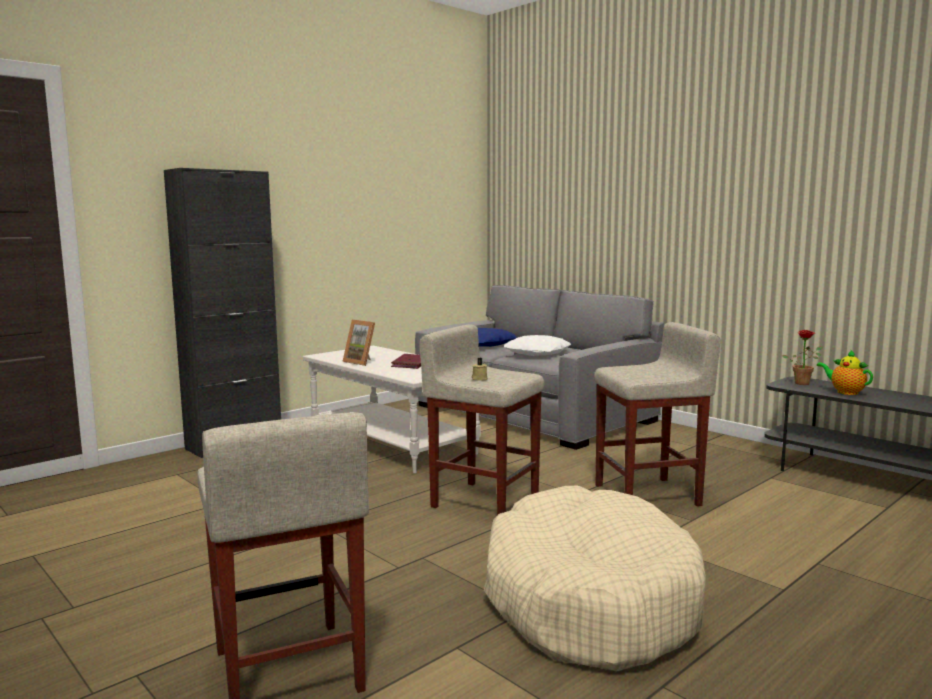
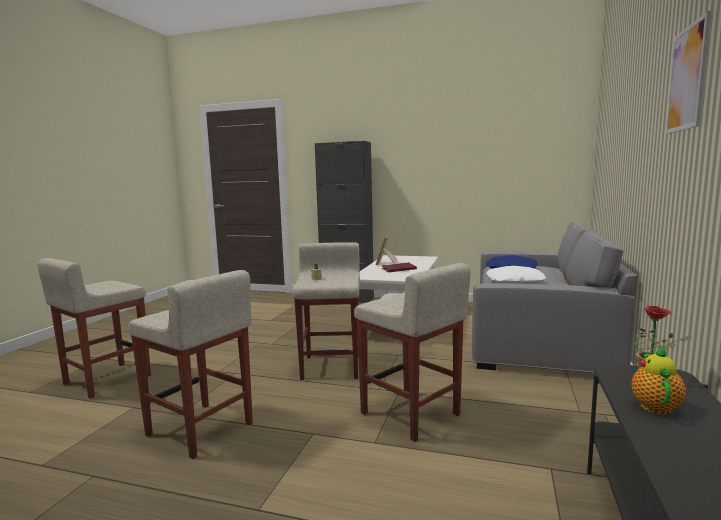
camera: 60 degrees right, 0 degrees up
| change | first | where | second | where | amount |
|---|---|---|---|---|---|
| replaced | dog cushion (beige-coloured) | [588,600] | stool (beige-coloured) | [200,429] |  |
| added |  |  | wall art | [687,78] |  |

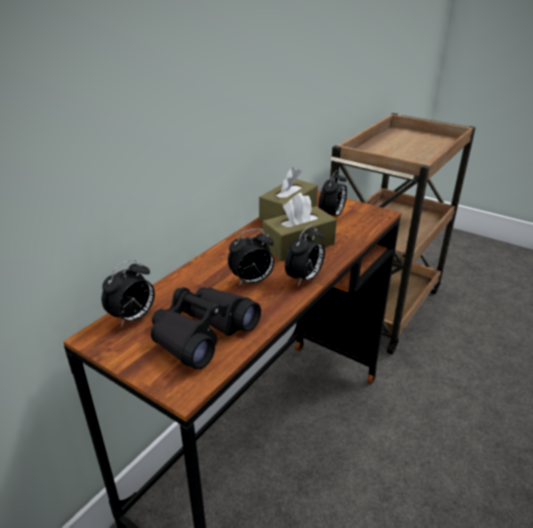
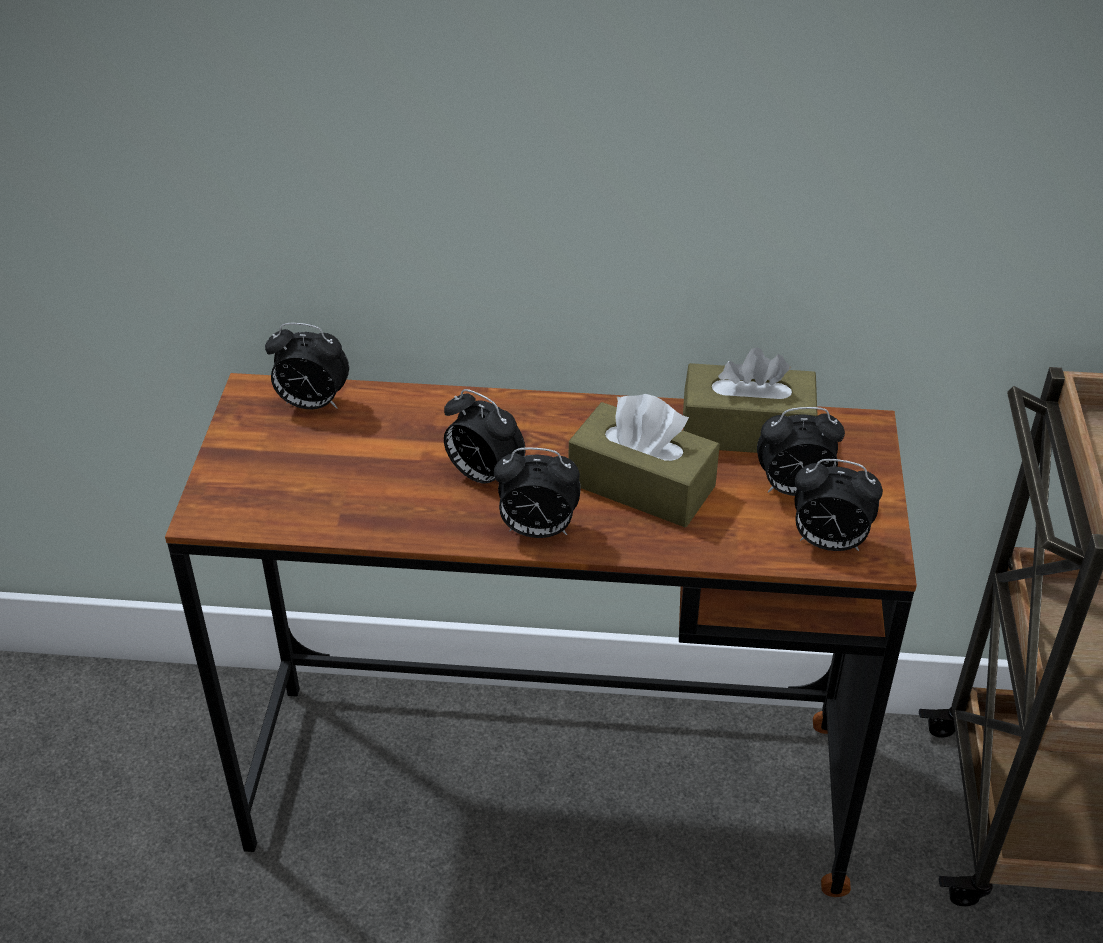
camera: 60 degrees right, 10 degrees up
| change | first | where | second | where | amount |
|---|---|---|---|---|---|
| added |  |  | alarm clock | [828,543] |  |
| removed | field glasses (black) | [202,333] |  |  |  |

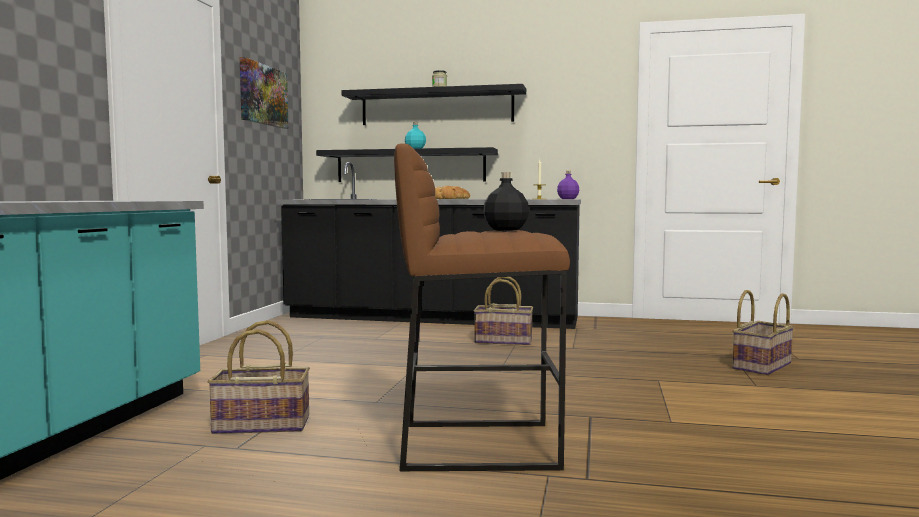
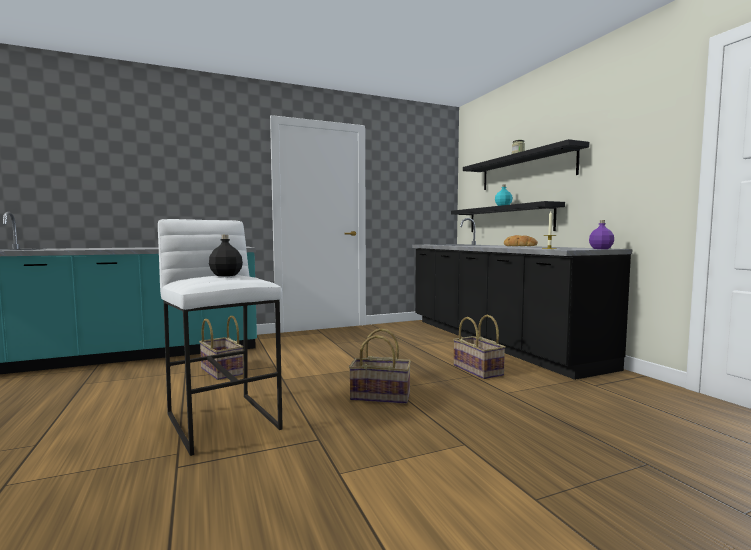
camera: 55 degrees right, 0 degrees up
| change | first | where | second | where | amount |
|---|---|---|---|---|---|
| recoloured | stool (brown) | [479,445] | stool (white-coloured) | [224,421] |  |
| moved | basket | [761,366] |  | [381,396] |  |
| removed | wall art | [263,95] |  |  |  |

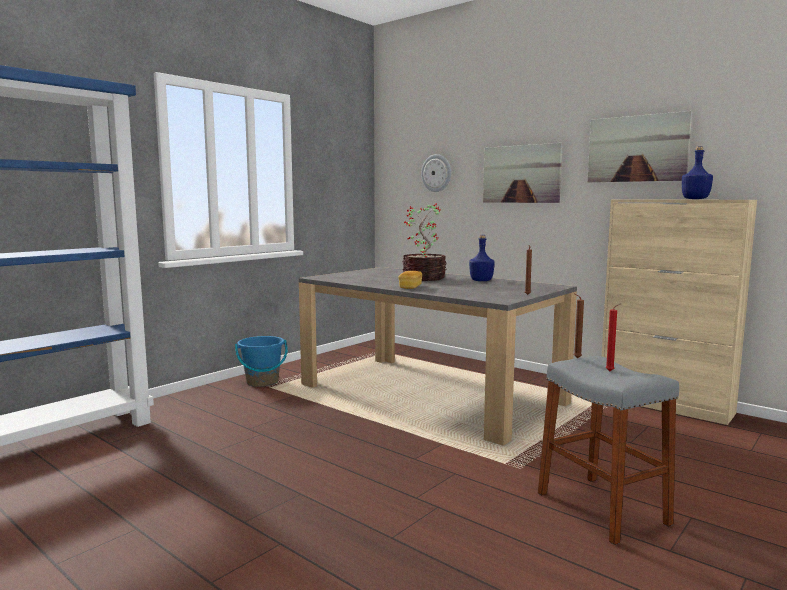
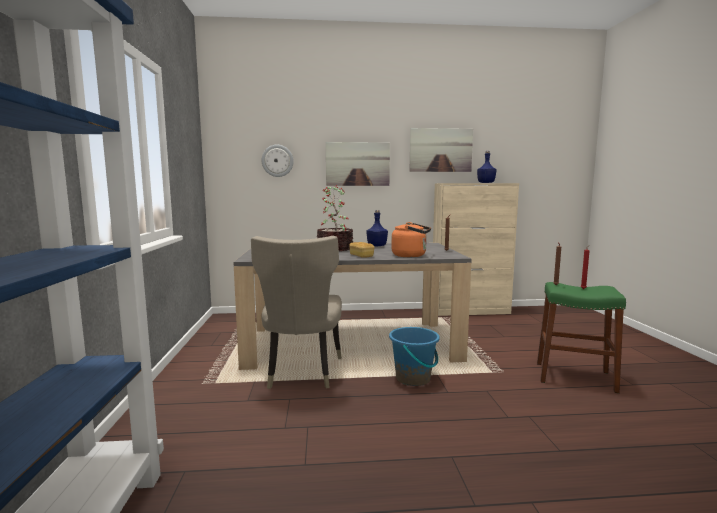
camera: 45 degrees left, 0 degrees up
| change | first | where | second | where | amount |
|---|---|---|---|---|---|
| added |  |  | chair (beige-coloured) | [301,373] |  |
| moved | pail (bluish) | [262,382] |  | [413,378] |  |
| added |  |  | water kettle (orange) | [411,255] |  |
| recoloured | stool (gray) | [602,508] | stool (green-coloured) | [574,377] |  |

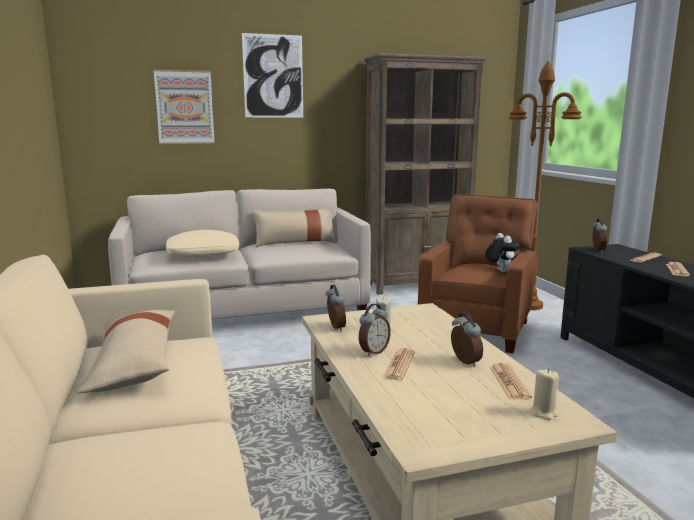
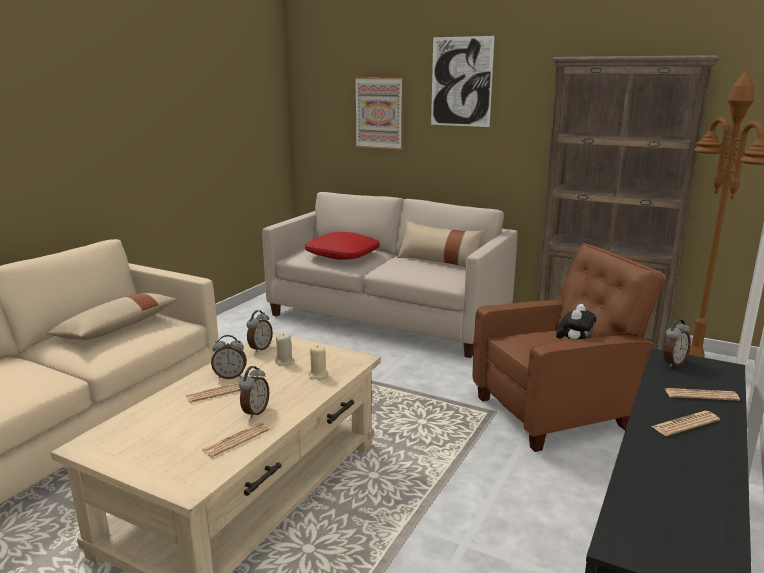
camera: 45 degrees right, 5 degrees up
| change | first | where | second | where | amount |
|---|---|---|---|---|---|
| recoloured | cushion (beige-coloured) | [203,253] | cushion (red) | [343,255] |  |
| moved | wax candle (beige-coloured) | [544,412] |  | [318,375] |  |

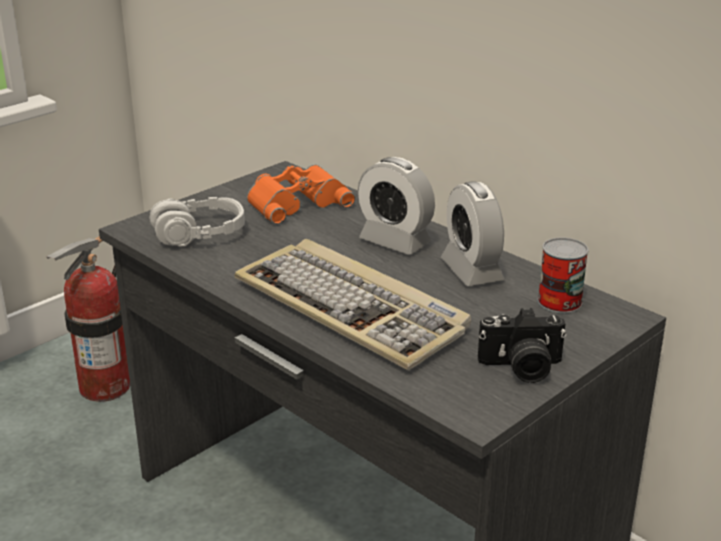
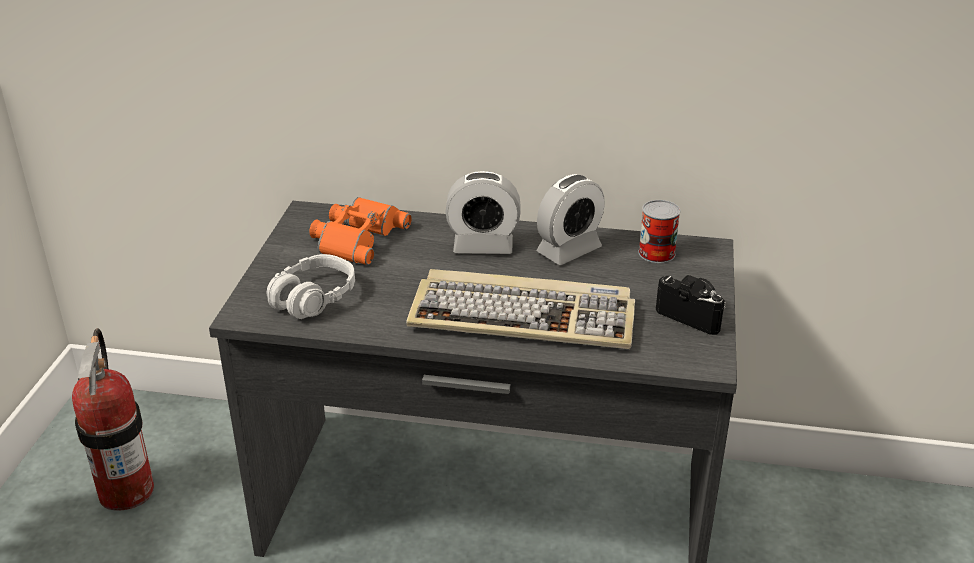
camera: 35 degrees left, 5 degrees up
| change | first | where | second | where | amount |
|---|---|---|---|---|---|
| turned | alarm clock | [471,270] |  | [569,250] | 75 degrees counterclockwise |
| turned | still camera | [521,368] |  | [693,315] | 105 degrees counterclockwise |

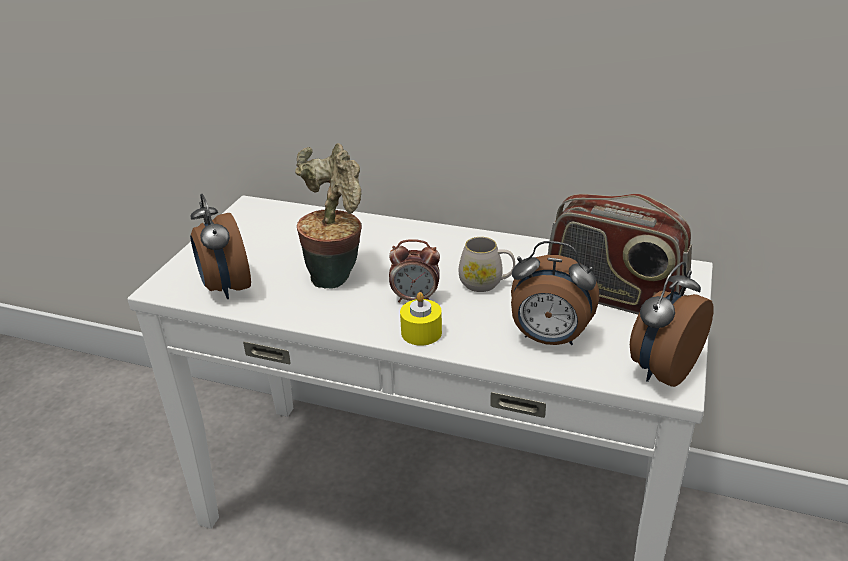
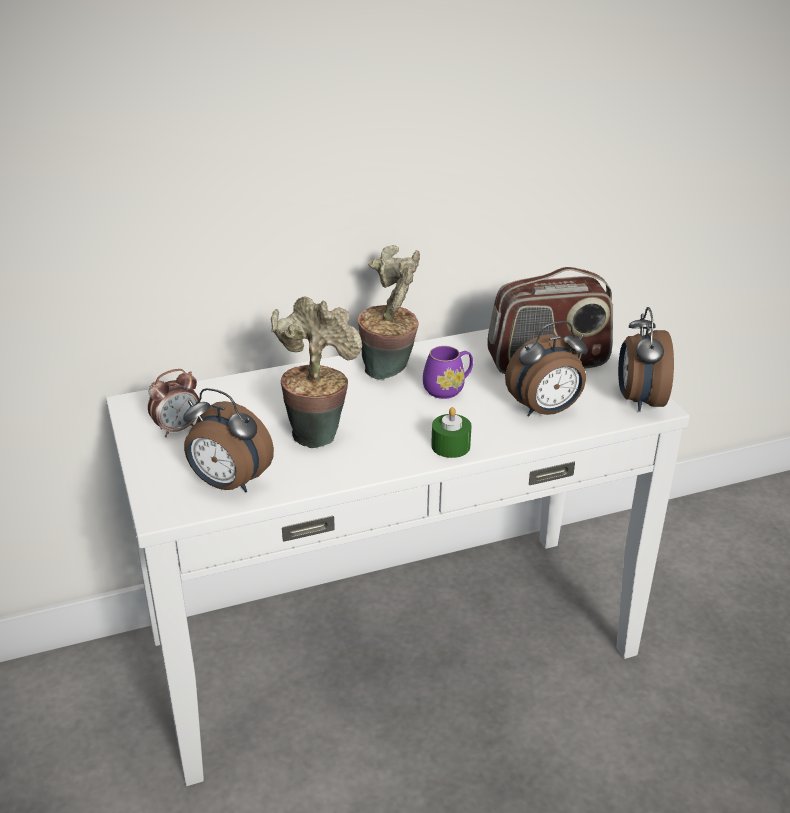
camera: 40 degrees left, 0 degrees up
| change | first | where | second | where | amount |
|---|---|---|---|---|---|
| moved | alarm clock | [415,298] |  | [177,429] |  |
| added |  |  | houseplant | [390,370] |  |
| recoloured | tea mug (white-coloured) | [486,283] | tea mug (purple-coloured) | [448,388] |  |
| recoloured | wax candle (yellowish) | [421,332] | wax candle (green-coloured) | [450,446] |  |

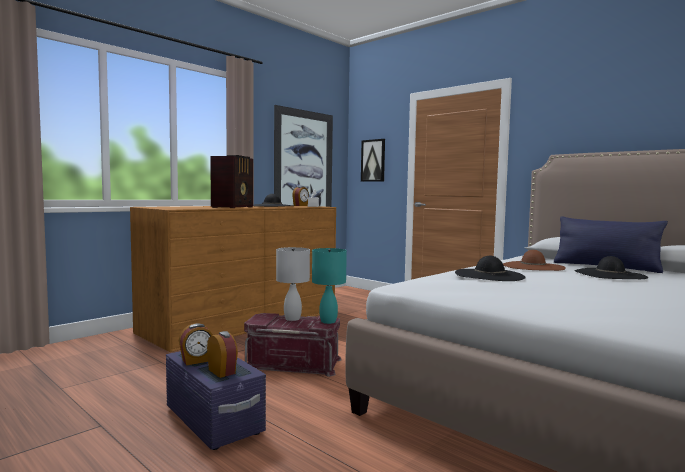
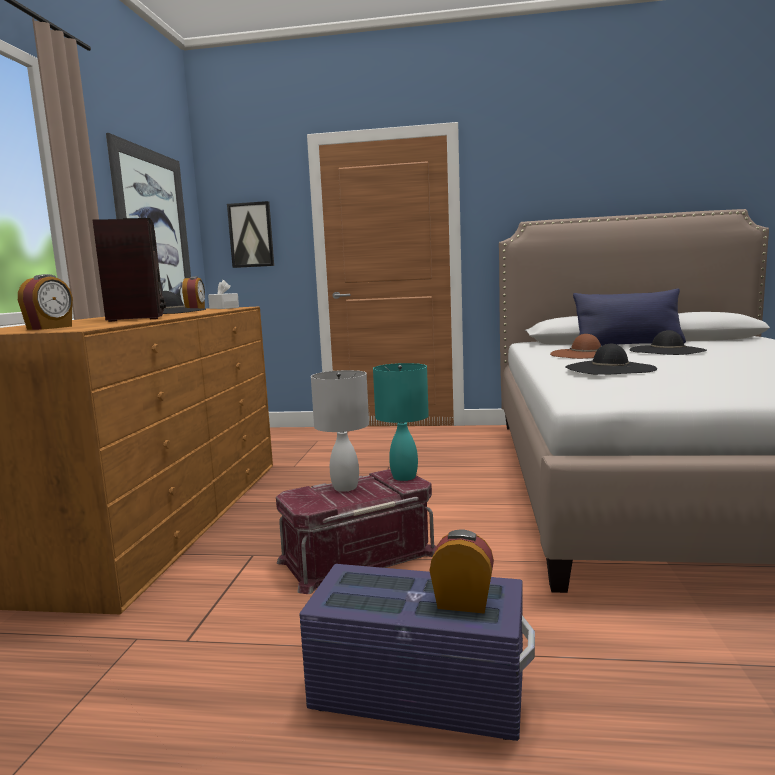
camera: 35 degrees left, 5 degrees up
| change | first | where | second | where | amount |
|---|---|---|---|---|---|
| moved | alarm clock | [196,361] |  | [50,328] |  |

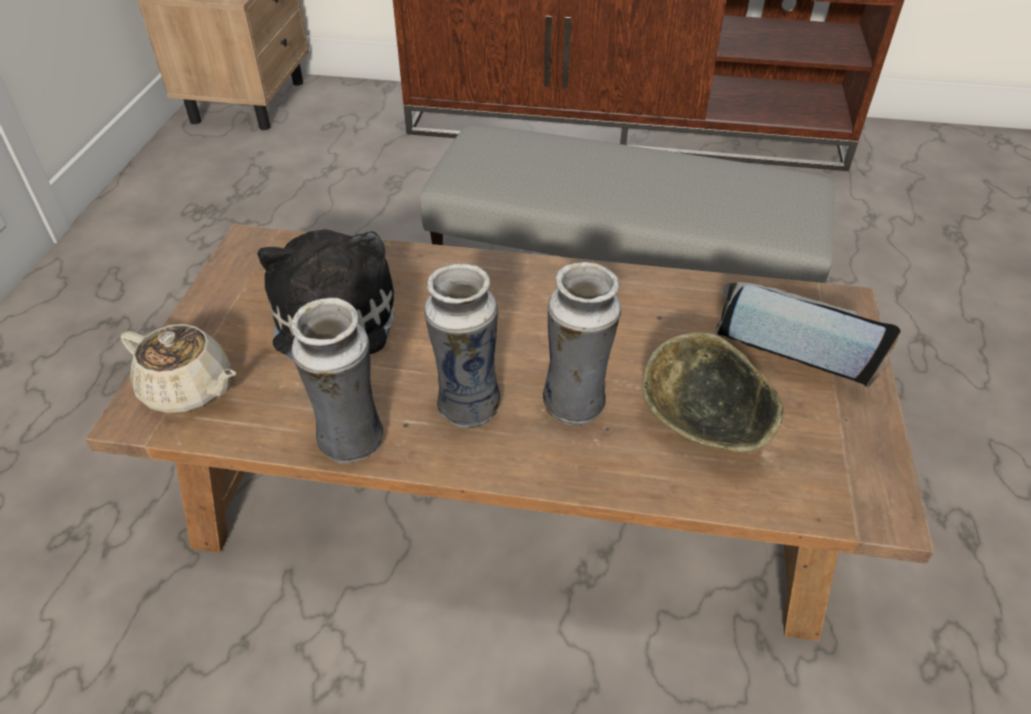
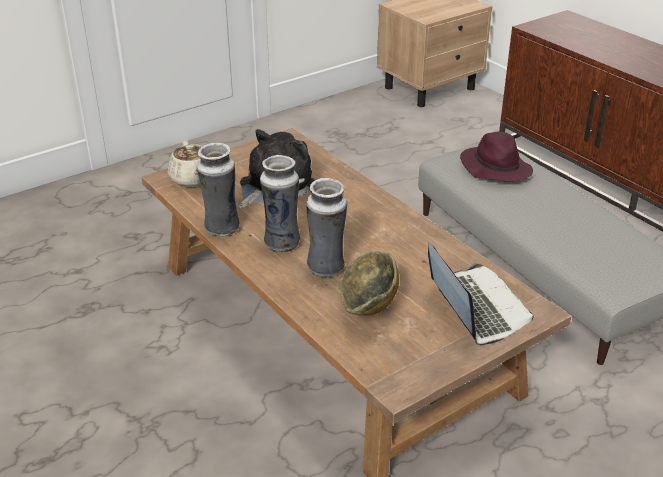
camera: 45 degrees right, 10 degrees down
| change | first | where | second | where | amount |
|---|---|---|---|---|---|
| added |  |  | hat (purple-coloured) | [494,168] |  |

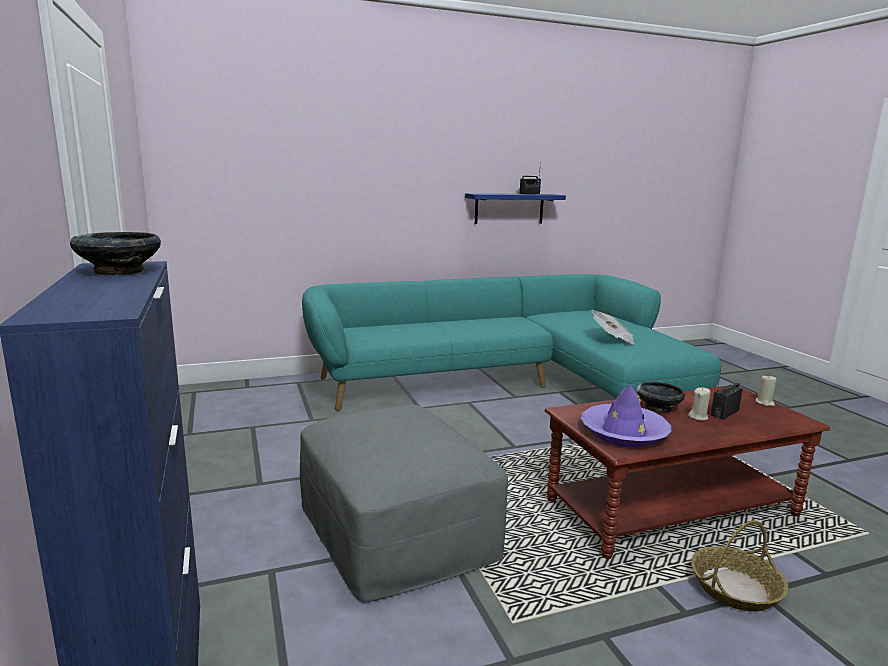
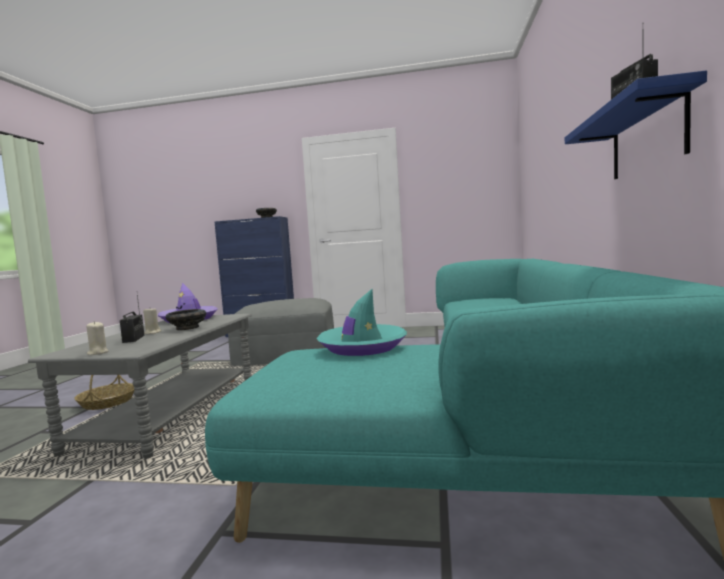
camera: 120 degrees right, 10 degrees down
| change | first | where | second | where | amount |
|---|---|---|---|---|---|
| recoloured | low table (brown) | [672,508] | low table (gray) | [171,412] |  |
| replaced | newspaper | [613,339] | hat (turquoise) | [362,347] |  |

